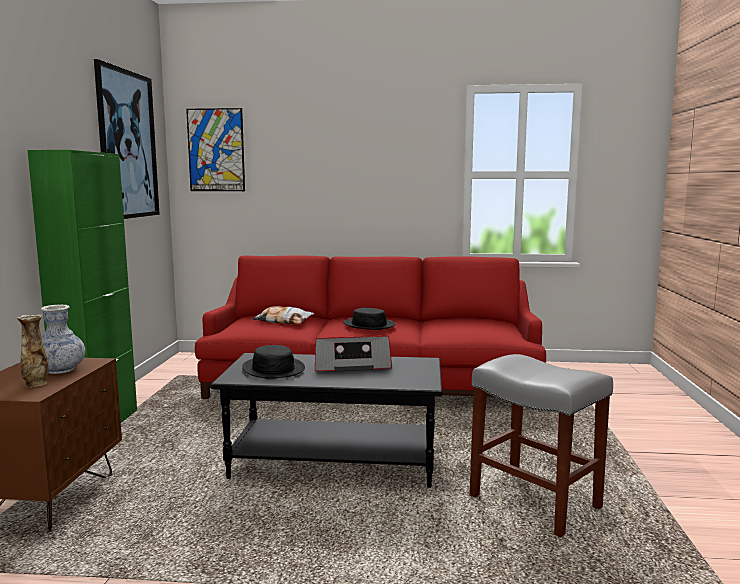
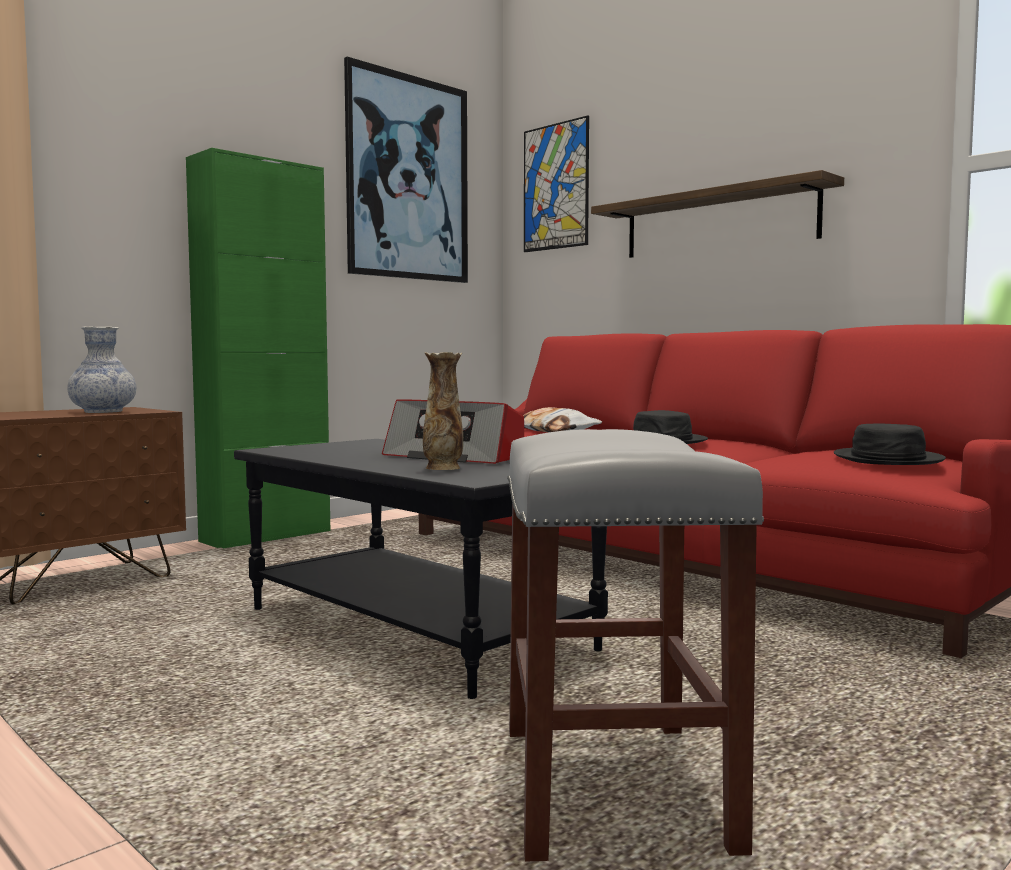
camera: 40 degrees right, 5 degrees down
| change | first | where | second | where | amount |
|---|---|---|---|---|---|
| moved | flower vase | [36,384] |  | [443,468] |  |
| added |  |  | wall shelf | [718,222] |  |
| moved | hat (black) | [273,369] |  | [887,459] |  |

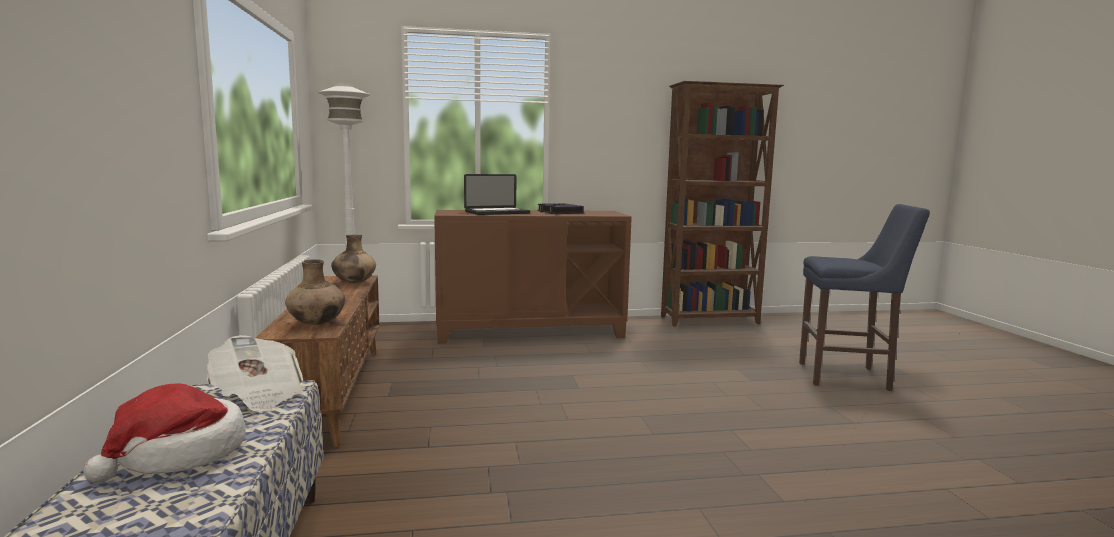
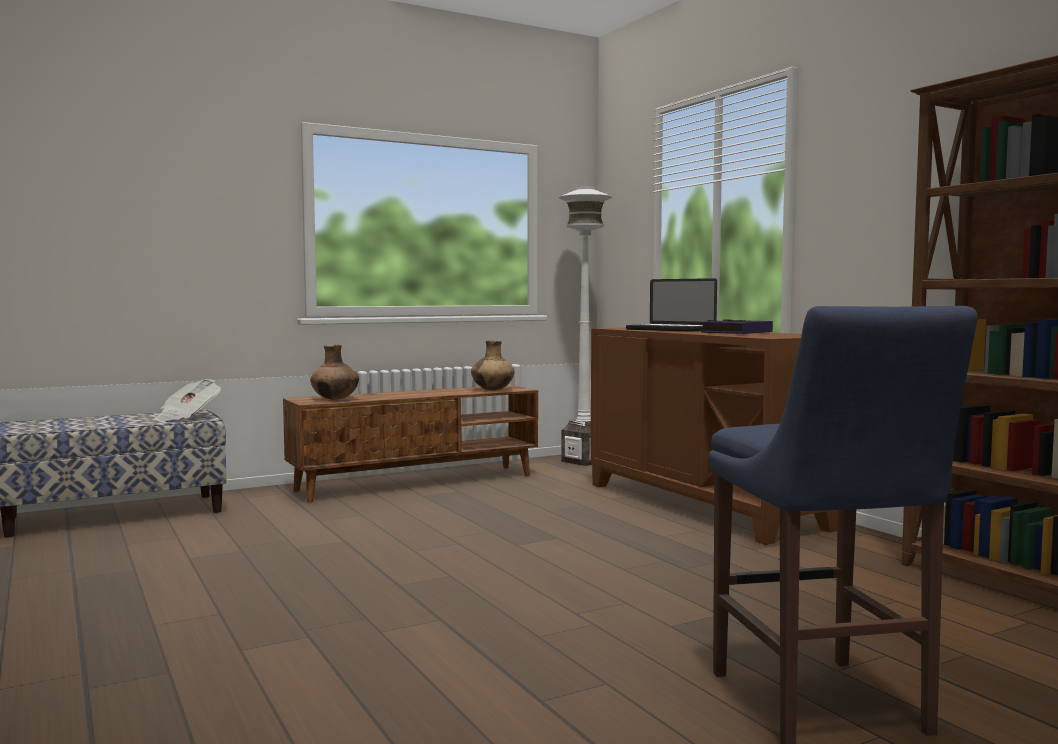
camera: 70 degrees right, 5 degrees down
| change | first | where | second | where | amount |
|---|---|---|---|---|---|
| removed | hat | [179,454] |  |  |  |

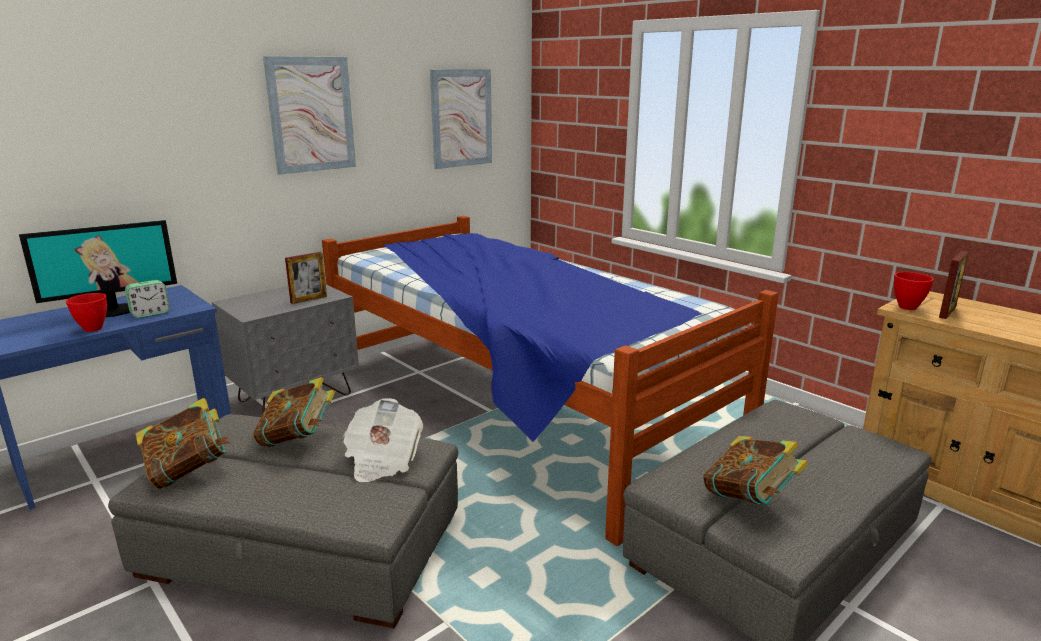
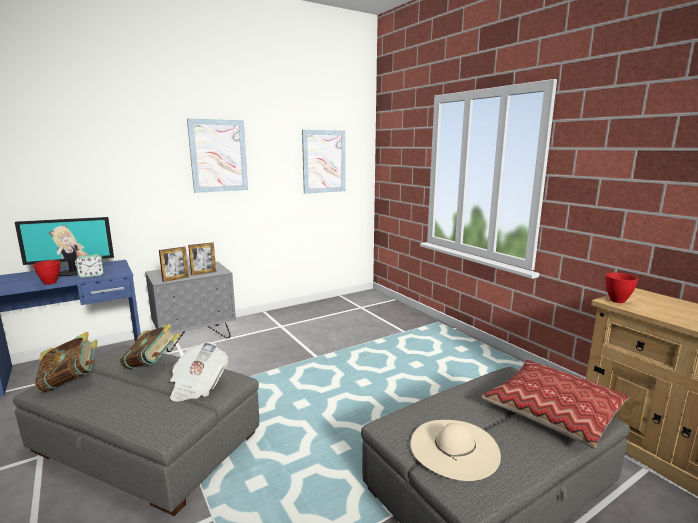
camera: 10 degrees right, 5 degrees down
| change | first | where | second | where | amount |
|---|---|---|---|---|---|
| moved | photo frame | [947,312] |  | [175,279] |  |
| replaced | book | [750,499] | hat (beige-coloured) | [454,448] |  |
| added |  |  | cushion | [552,411] |  |
| removed | sleeping bed | [518,407] |  |  |  |

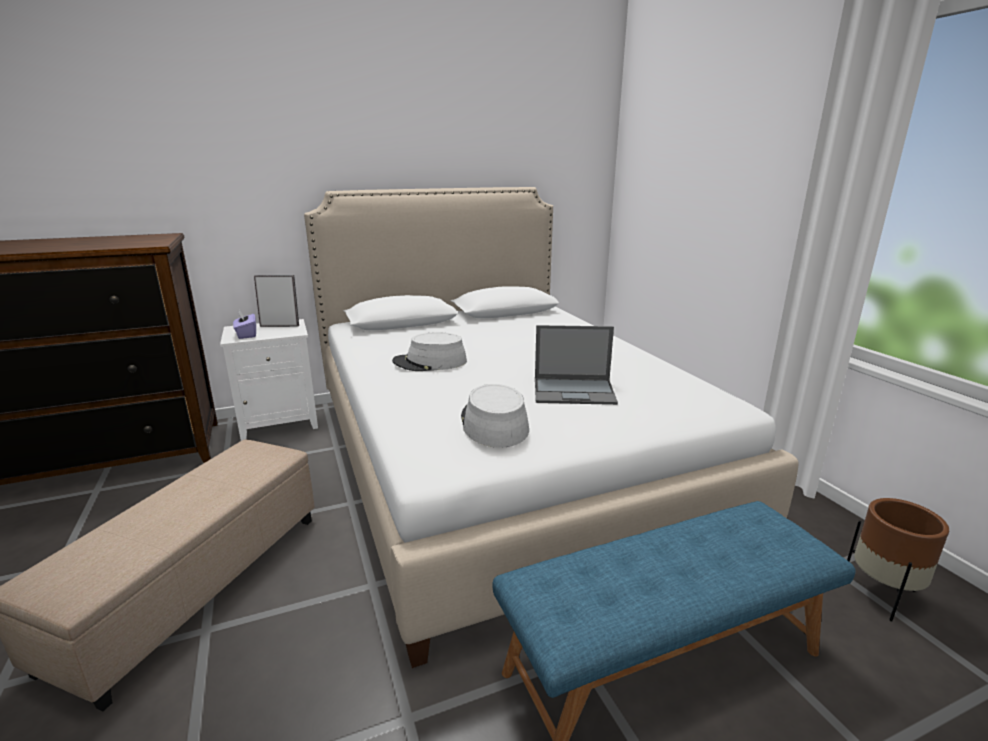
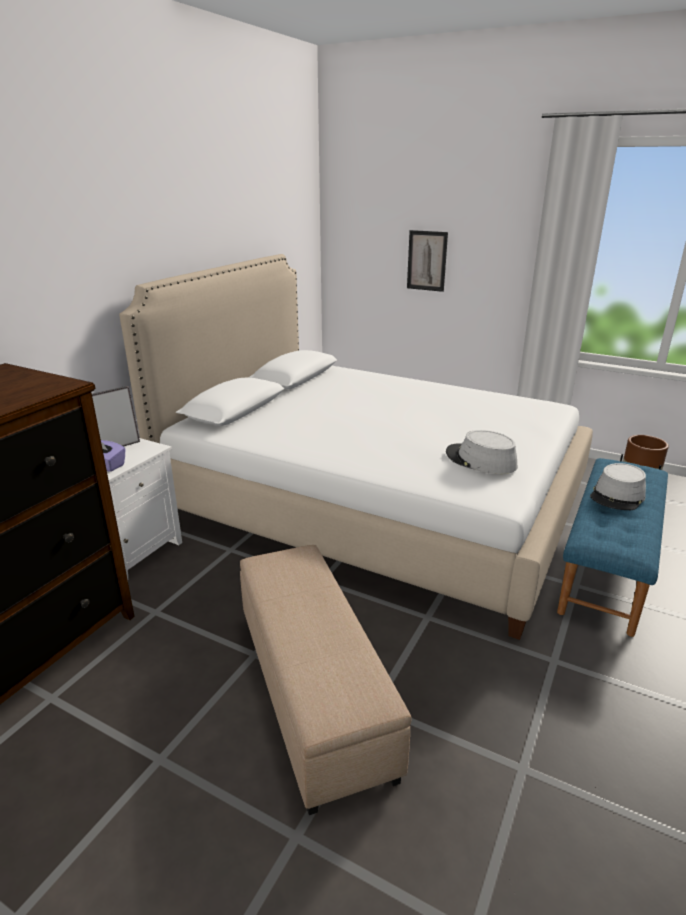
camera: 40 degrees left, 5 degrees up
| change | first | where | second | where | amount |
|---|---|---|---|---|---|
| added |  |  | wall art | [427,261] |  |
| moved | hat (gray) | [430,362] |  | [617,496] |  |
| removed | laptop | [575,391] |  |  |  |

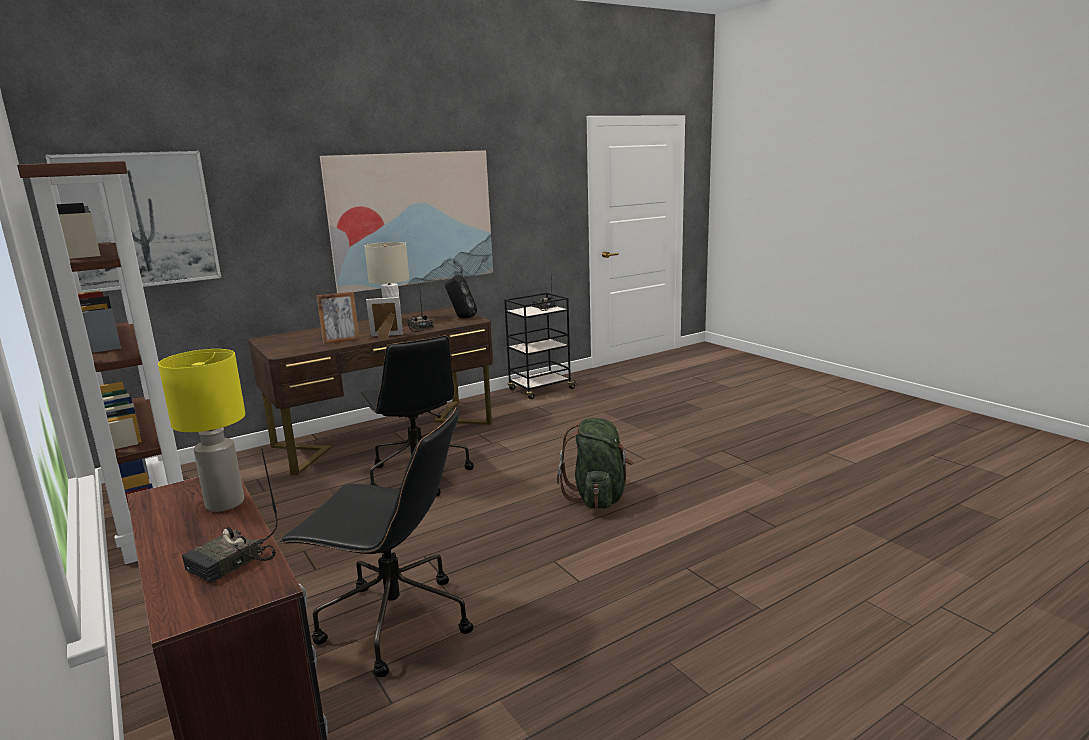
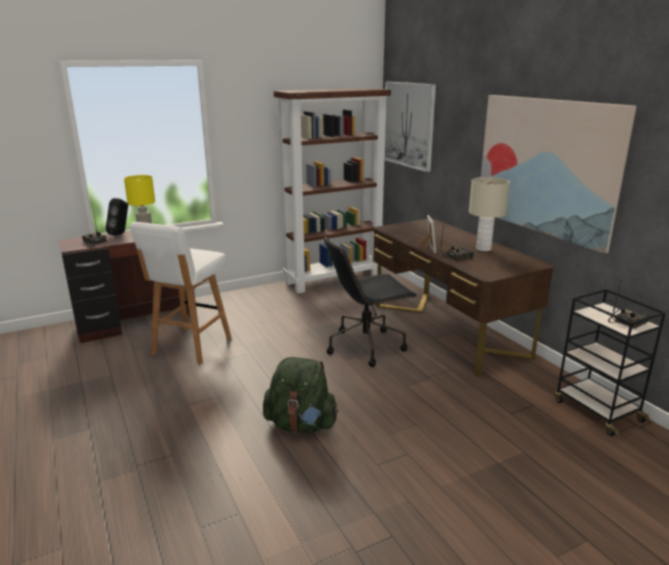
camera: 95 degrees right, 5 degrees up
| change | first | where | second | where | amount |
|---|---|---|---|---|---|
| moved | audio speaker (black) | [461,318] |  | [121,234] |  |
| replaced | computer chair (black) | [393,623] | stool (white-coloured) | [190,347] |  |
| removed | photo frame | [341,341] |  |  |  |

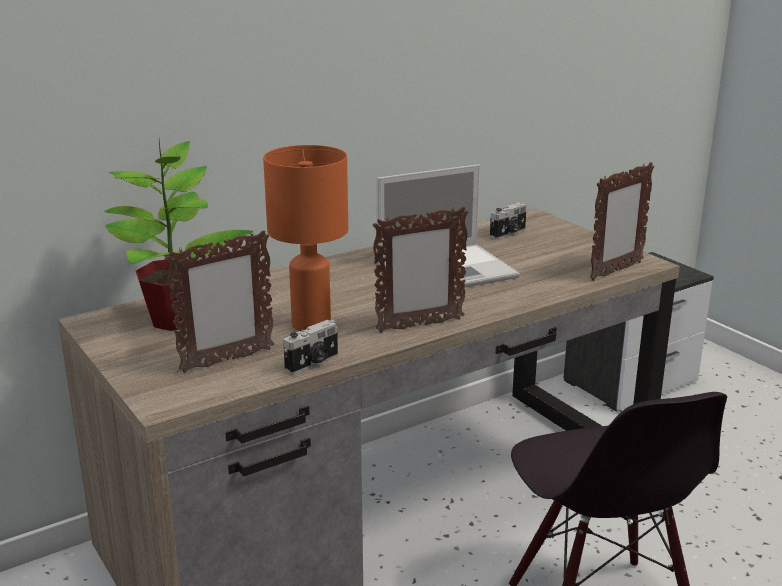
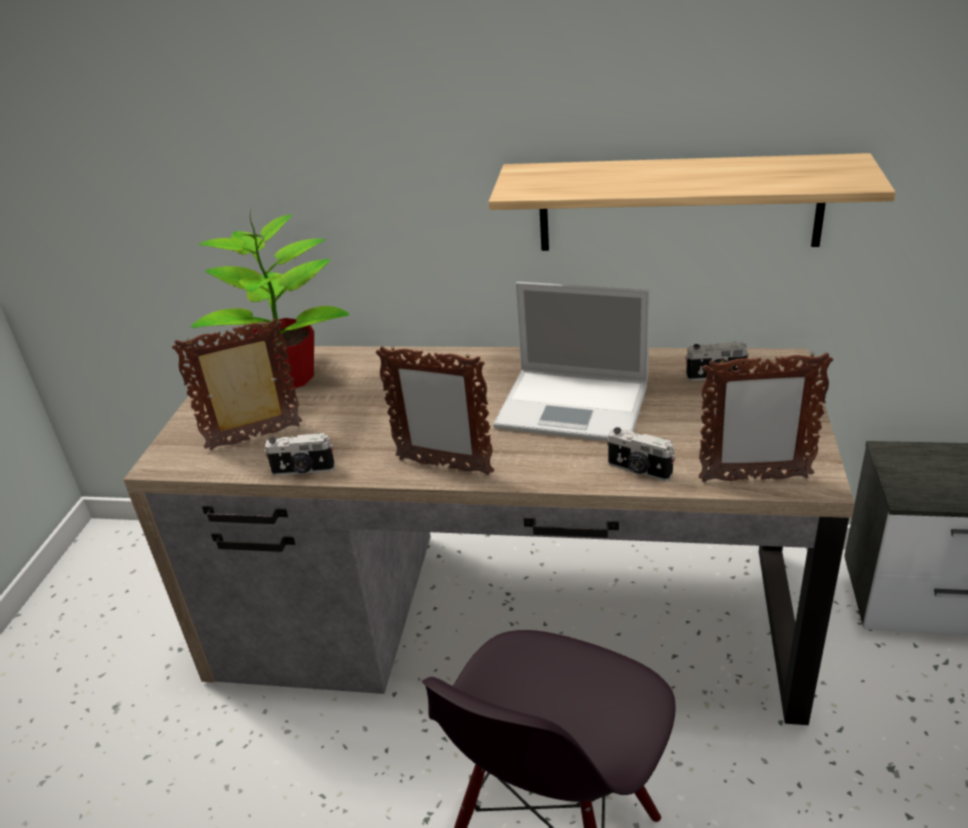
camera: 45 degrees right, 10 degrees up
| change | first | where | second | where | amount |
|---|---|---|---|---|---|
| turned | photo frame | [226,361] |  | [256,438] | 150 degrees clockwise |
| added |  |  | wall shelf | [678,204] |  |
| added |  |  | still camera | [639,470] |  |
| removed | table lamp (orange) | [310,324] |  |  |  |

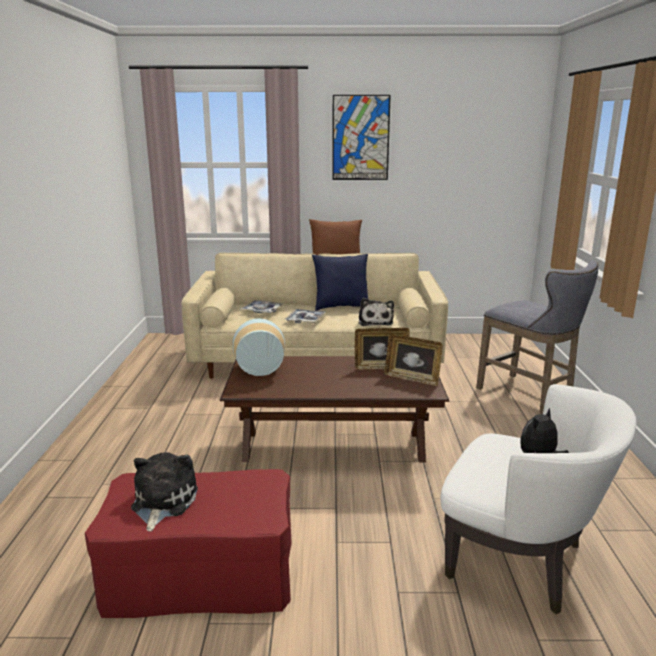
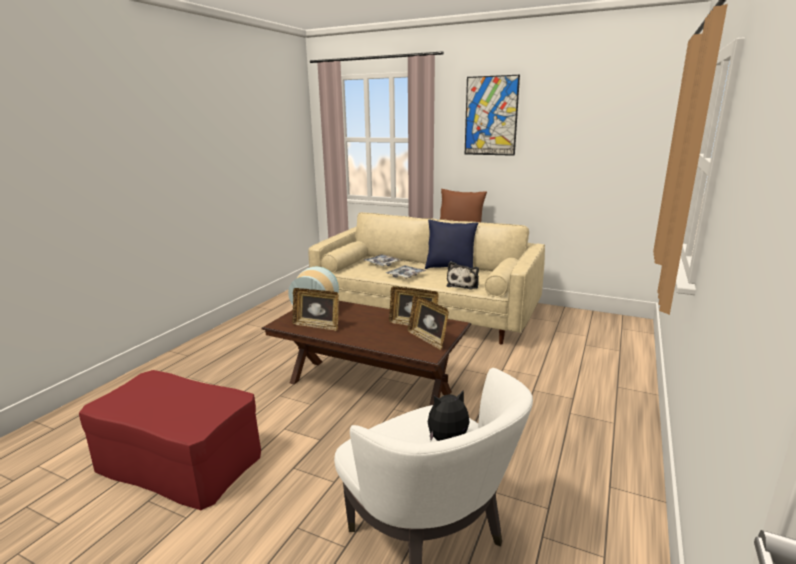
camera: 25 degrees right, 0 degrees up
| change | first | where | second | where | amount |
|---|---|---|---|---|---|
| added |  |  | photo frame | [317,325] |  |
| removed | soft toy | [162,502] |  |  |  |
| removed | stool (gray) | [529,396] |  |  |  |

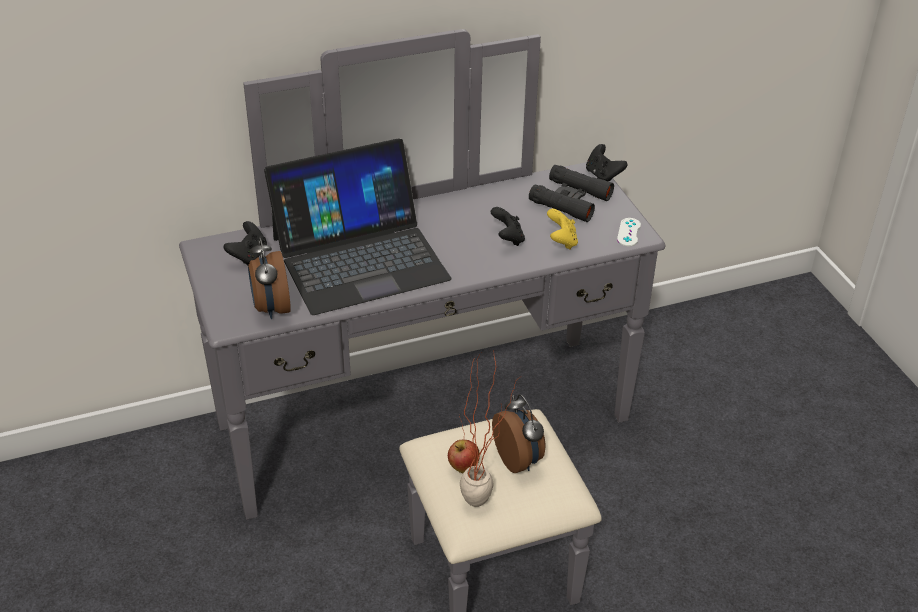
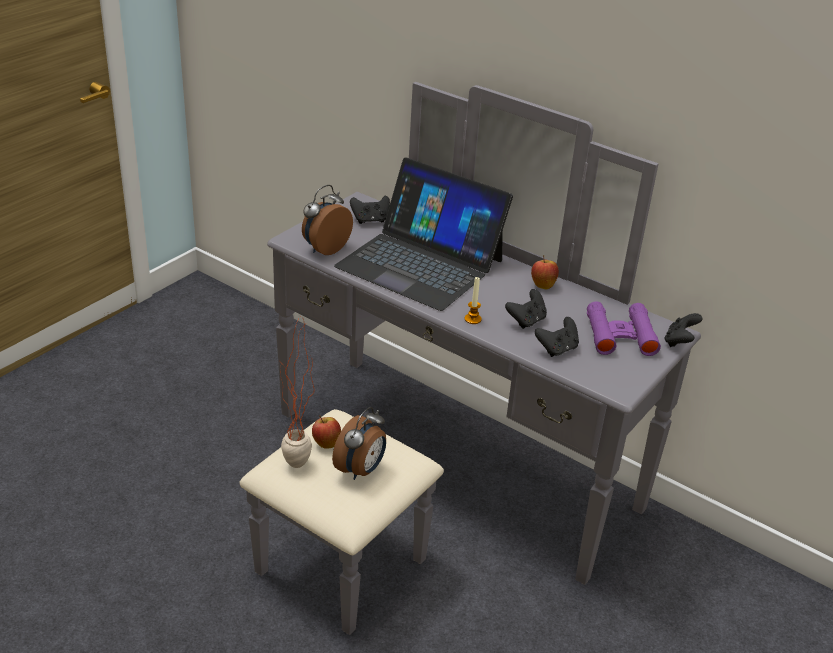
camera: 55 degrees right, 5 degrees down
| change | first | where | second | where | amount |
|---|---|---|---|---|---|
| added |  |  | wax candle | [472,319] |  |
| added |  |  | apple fruit | [543,285] |  |
| recoloured | joypad (yellowish) | [561,241] | joypad (black) | [557,349] |  |
| recoloured | field glasses (black) | [570,200] | field glasses (purple-coloured) | [620,335] |  |
| removed | joypad (white-coloured) | [629,232] |  |  |  |

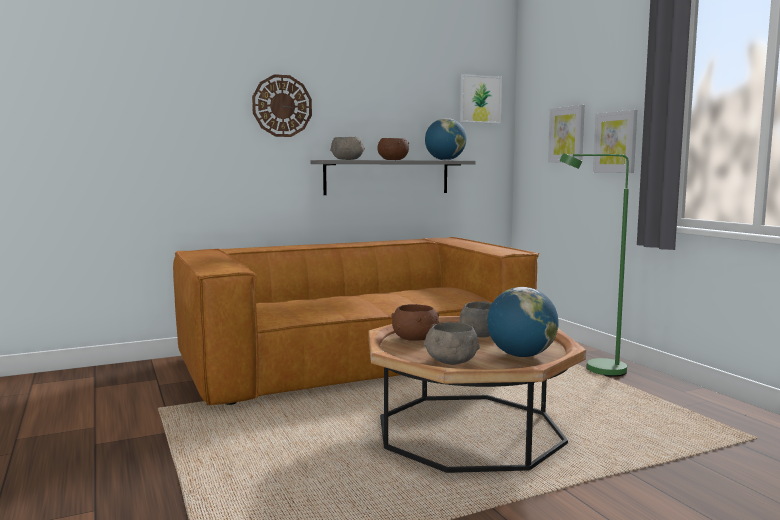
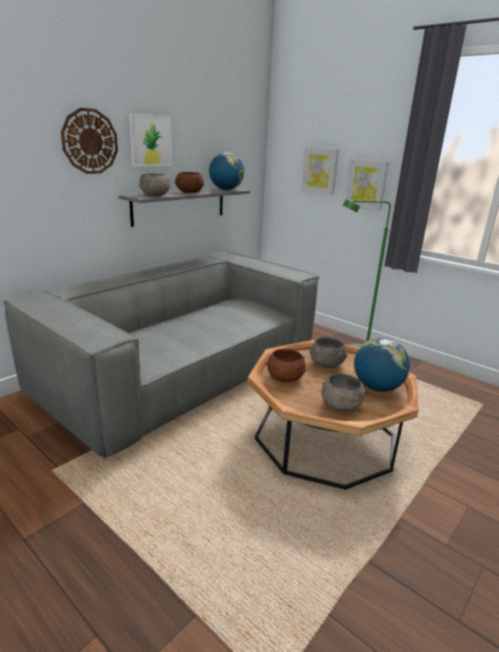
camera: 25 degrees left, 15 degrees up
| change | first | where | second | where | amount |
|---|---|---|---|---|---|
| recoloured | couch (brown) | [355,360] | couch (gray) | [183,371] |  |
| moved | wall art | [480,99] |  | [150,140] |  |

